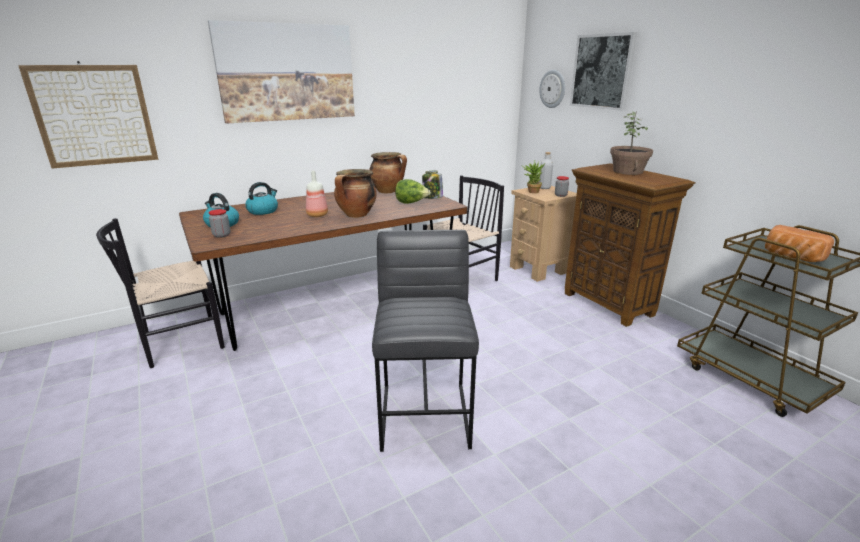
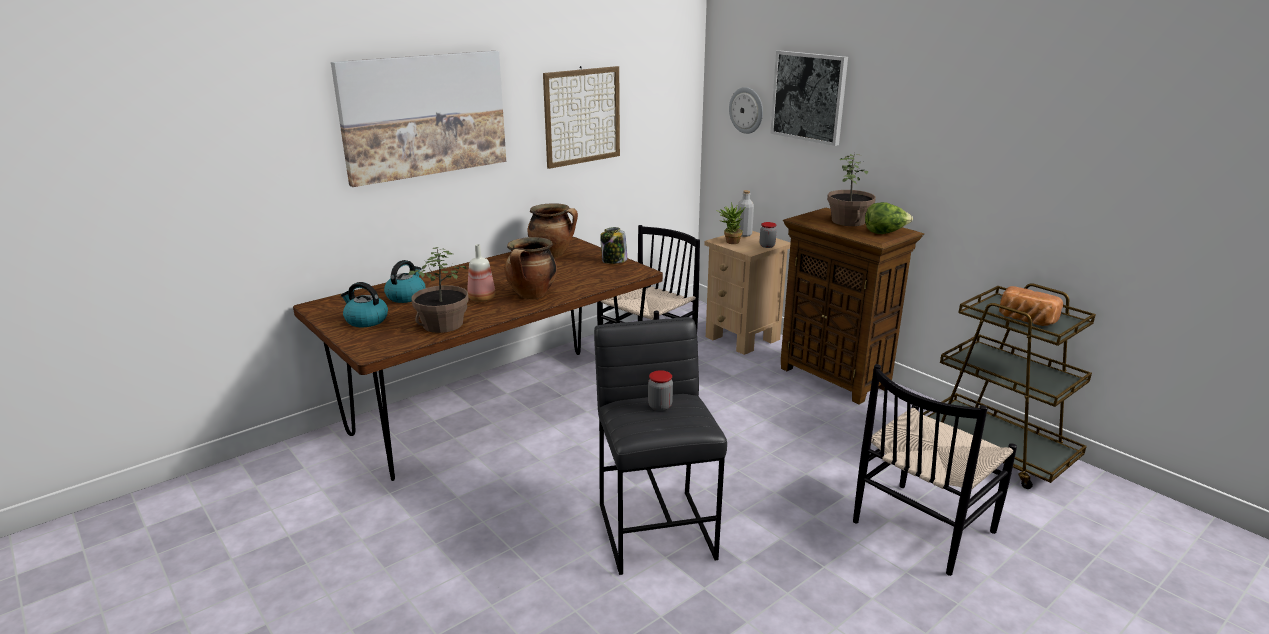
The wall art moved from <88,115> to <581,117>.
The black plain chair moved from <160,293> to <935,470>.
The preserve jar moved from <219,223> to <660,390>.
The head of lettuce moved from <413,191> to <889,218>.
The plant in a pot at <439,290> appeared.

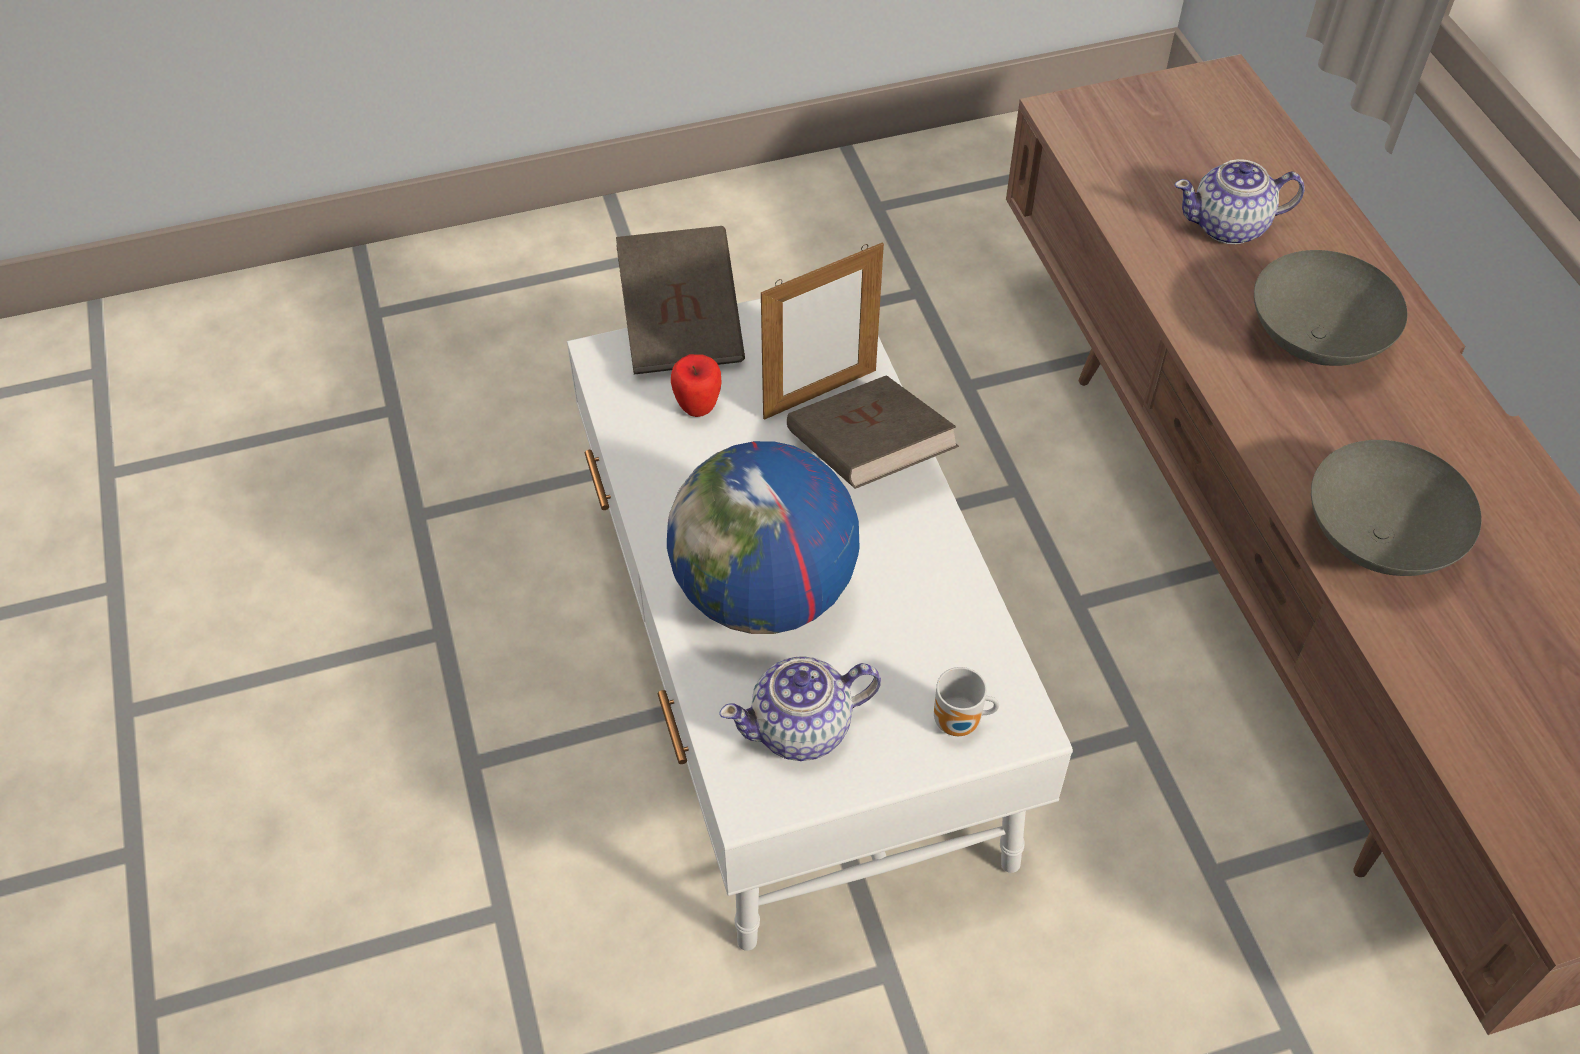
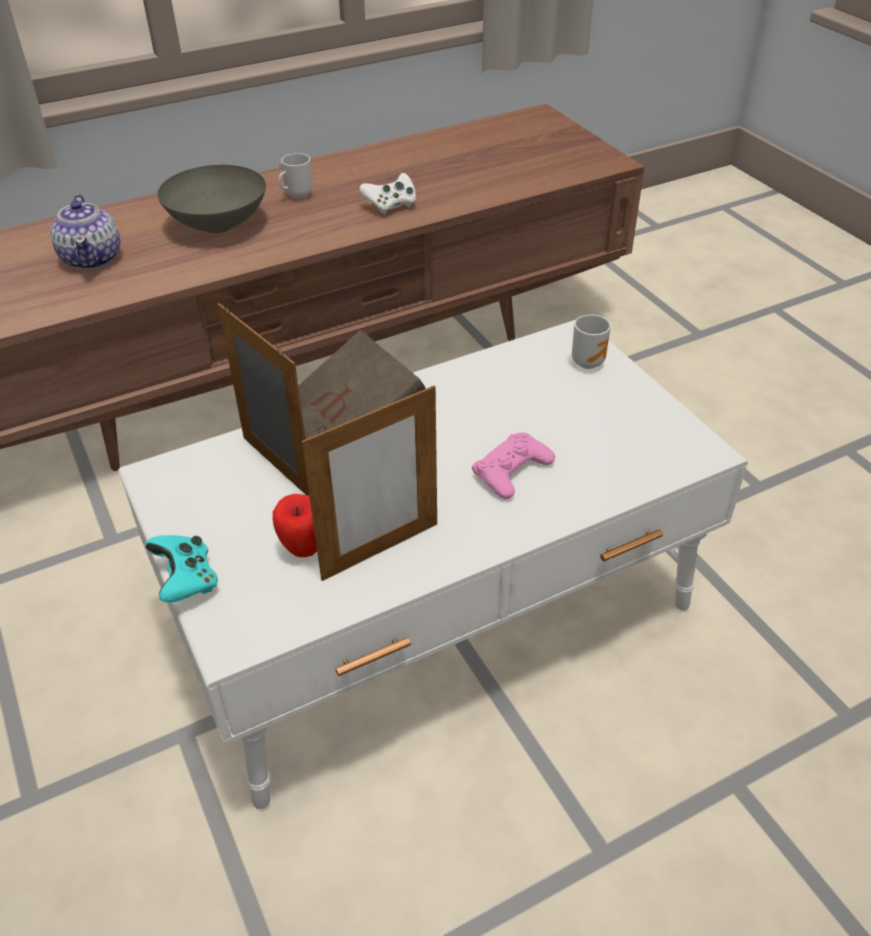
The brownish volume at <680,300> was replaced by the turquoise gamepad at <181,569>.
The desk globe at <763,537> was replaced by the pinkish gamepad at <513,465>.
The tea pot at <800,708> disappeared.
The greyish bowl at <1396,508> was replaced by the white-coloured gamepad at <387,194>.
The mug at <295,176> appeared.
The standing frame at <369,483> appeared.

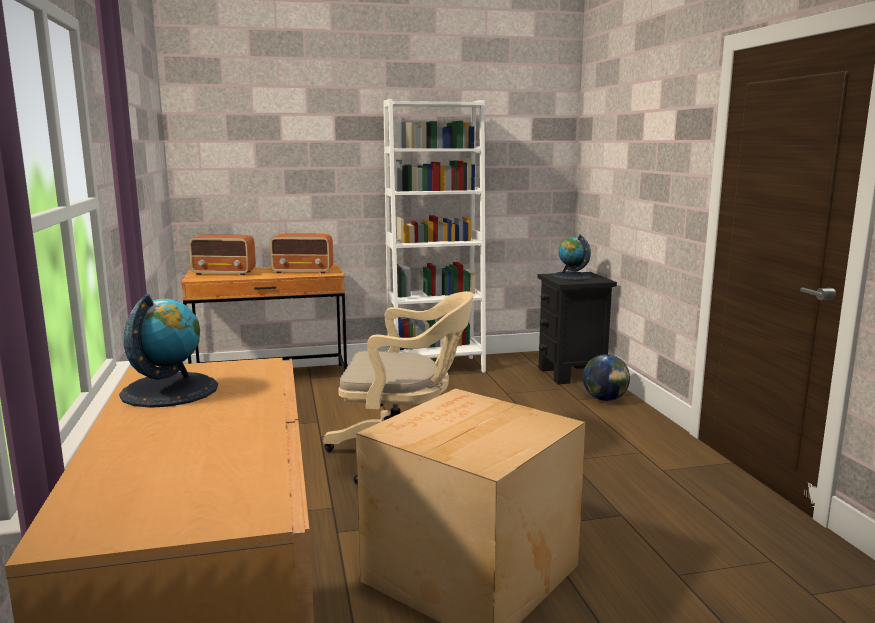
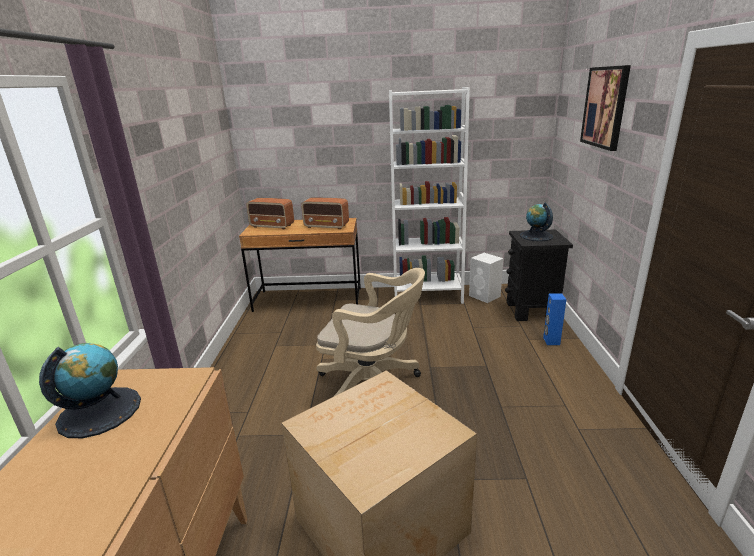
The desk globe at <606,377> was replaced by the blue-coloured audio speaker at <554,319>.
The white-coloured audio speaker at <486,278> appeared.
The wall art at <605,108> appeared.

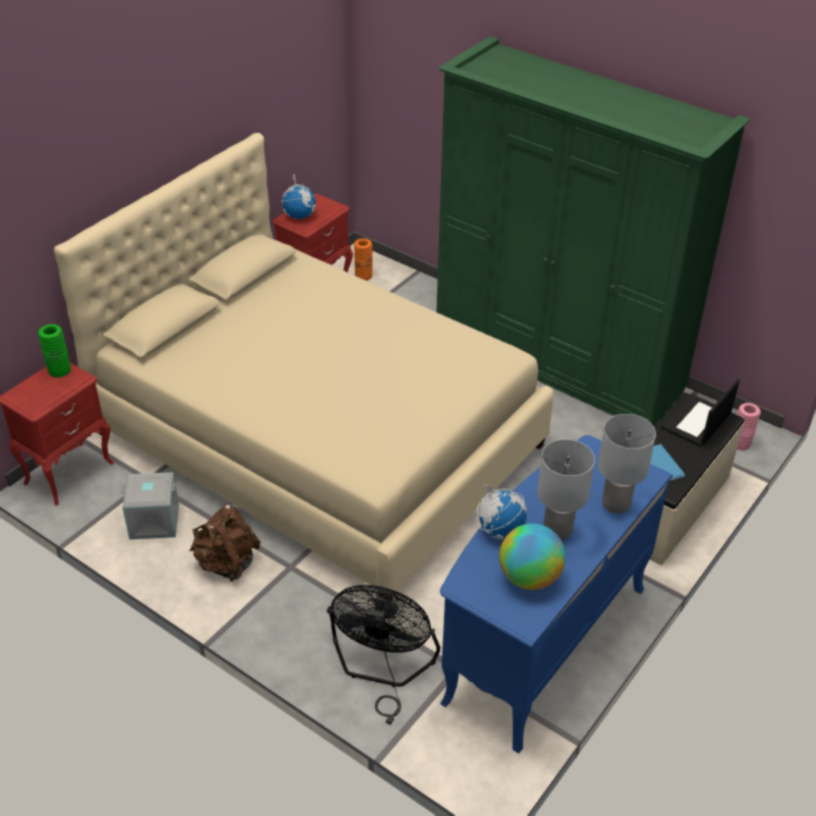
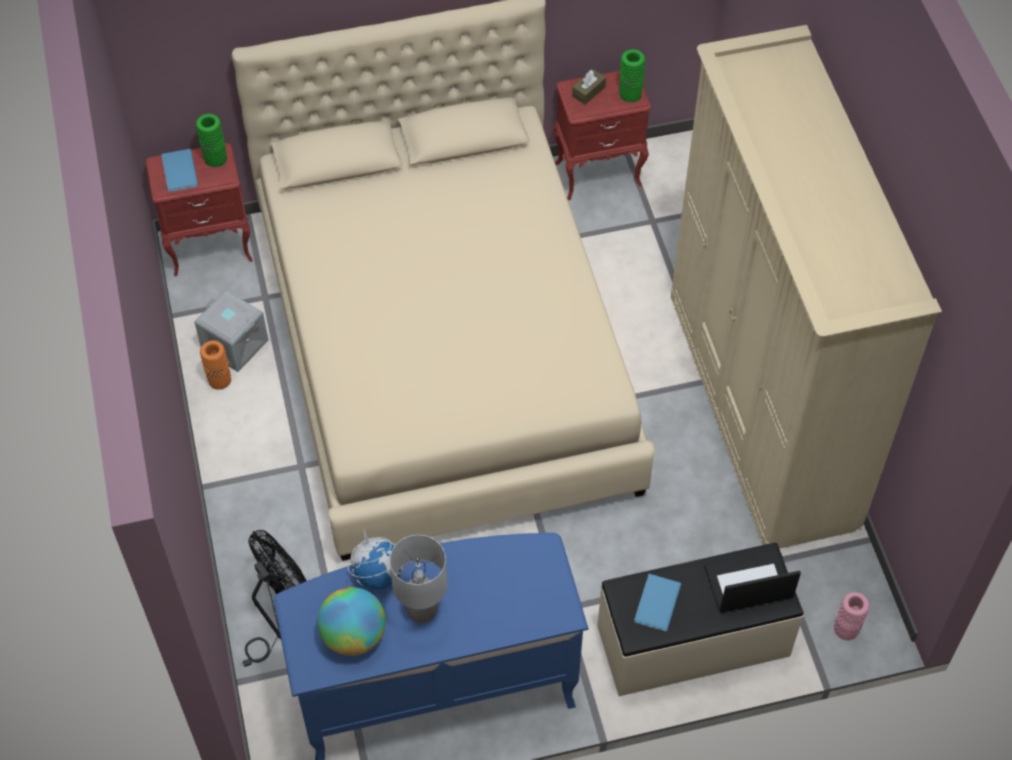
The brownish backpack at <225,543> disappeared.
The desk globe at <298,196> was replaced by the brownish tissue box at <589,87>.
The orangey decorative vase moved from <363,259> to <215,365>.
The green armoire at <593,231> became the beige-coloured armoire at <806,287>.
The greyish table lamp at <627,464> disappeared.
The blue-coloured volume at <180,170> appeared.
The green decorative vase at <632,76> appeared.

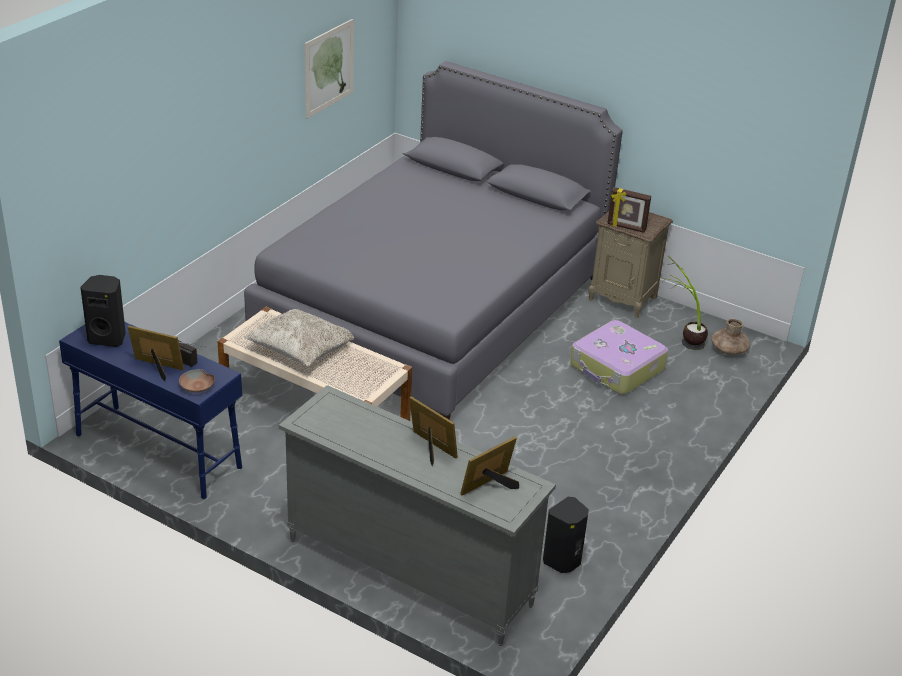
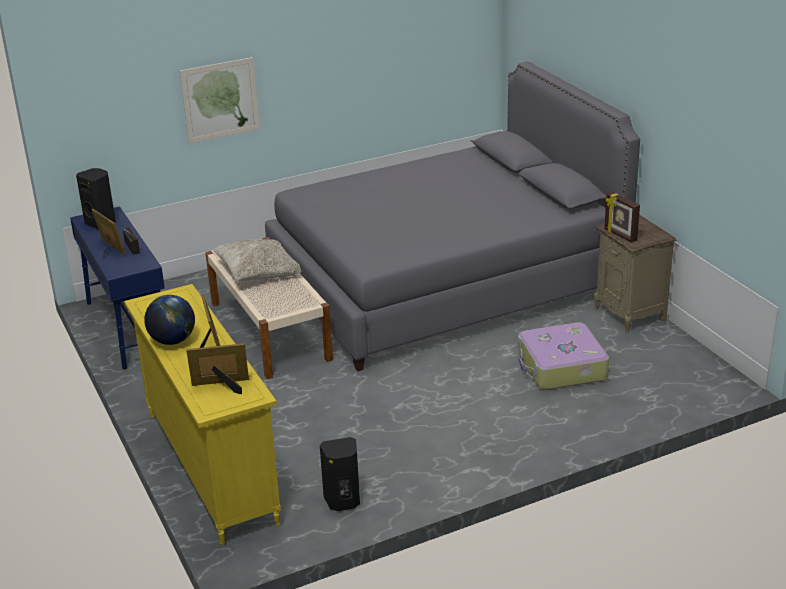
The brownish bowl at <197,381> disappeared.
The greyish dresser at <417,515> became the yellow dresser at <202,414>.
The wall art moved from <329,69> to <220,100>.
The plant in a pot at <686,303> disappeared.
The brownish decorative vase at <730,337> disappeared.
The desk globe at <169,320> appeared.

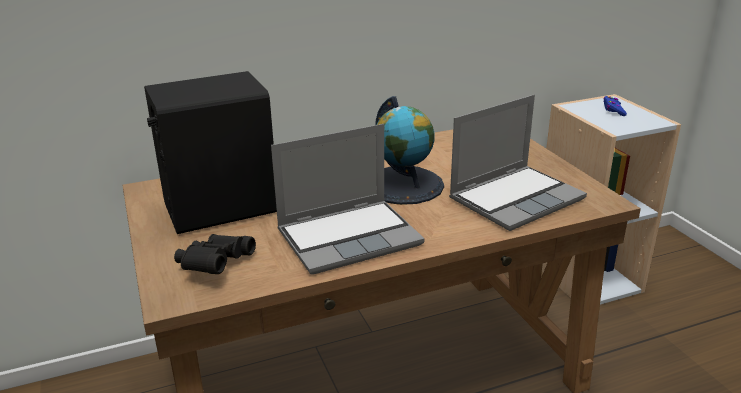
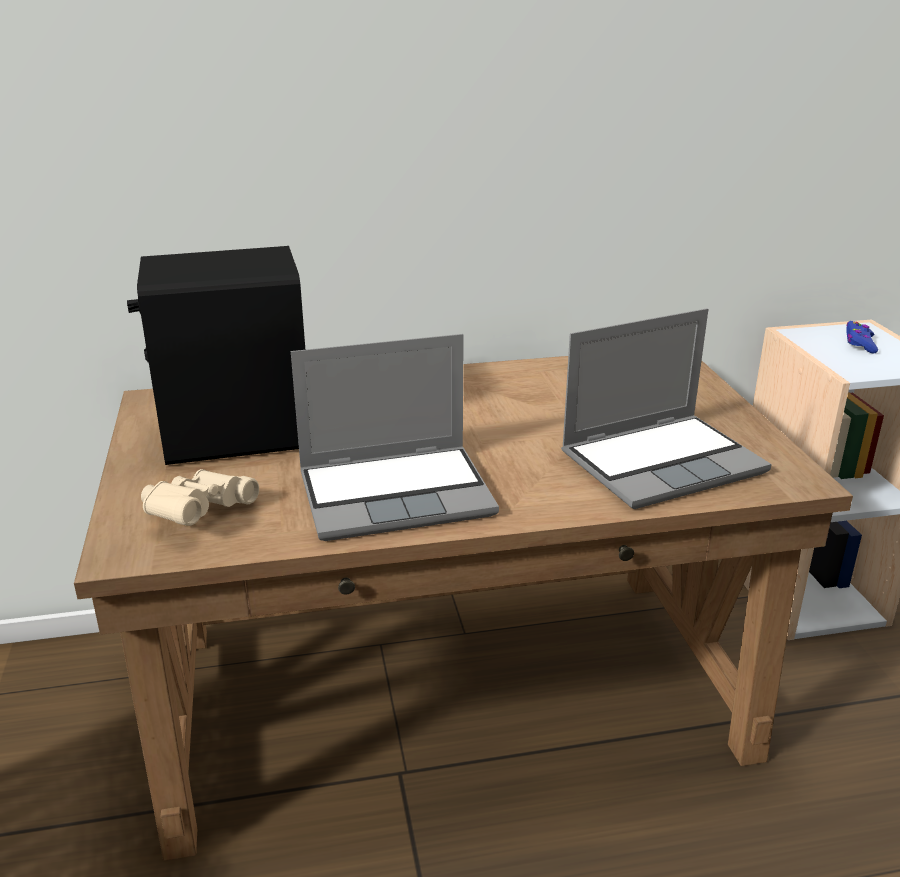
The black pair of binoculars at <215,254> became the beige-coloured pair of binoculars at <200,497>.
The desk globe at <409,150> disappeared.

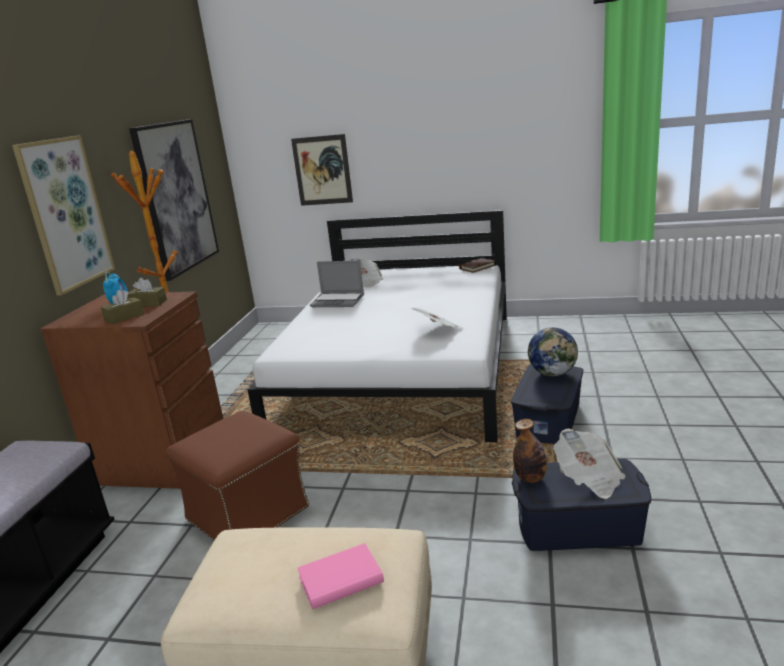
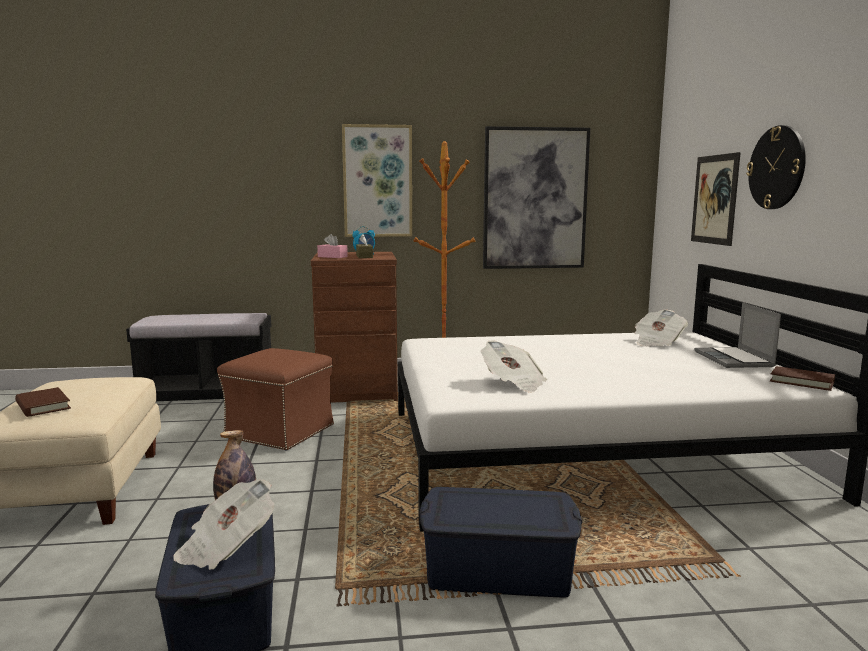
The brownish tissue box at <123,307> became the pinkish tissue box at <332,246>.
The pinkish volume at <341,576> became the brownish volume at <43,402>.
The notebook computer moved from <337,283> to <738,335>.
The desk globe at <553,351> disappeared.
The hanging clock at <776,167> appeared.

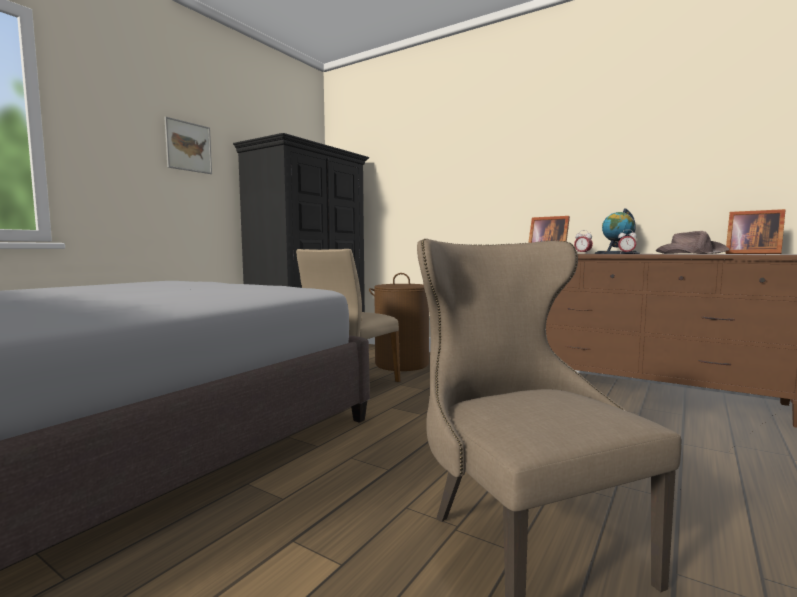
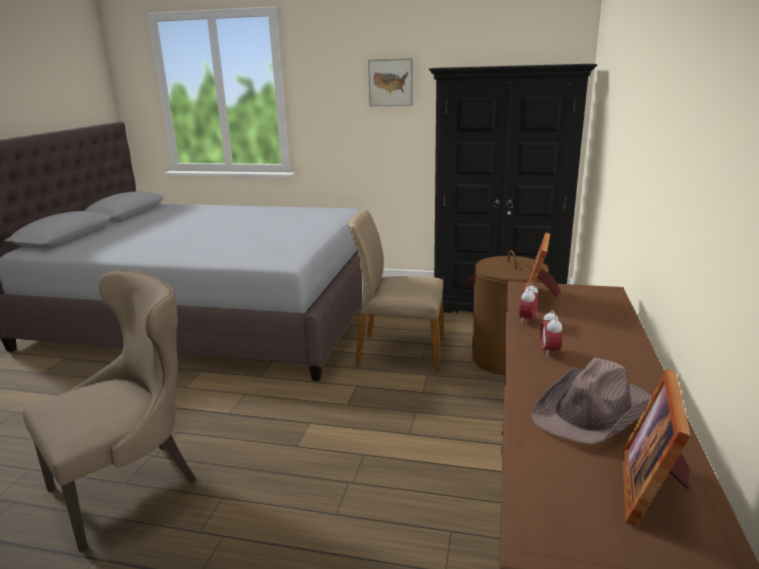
The desk globe at <617,231> disappeared.

